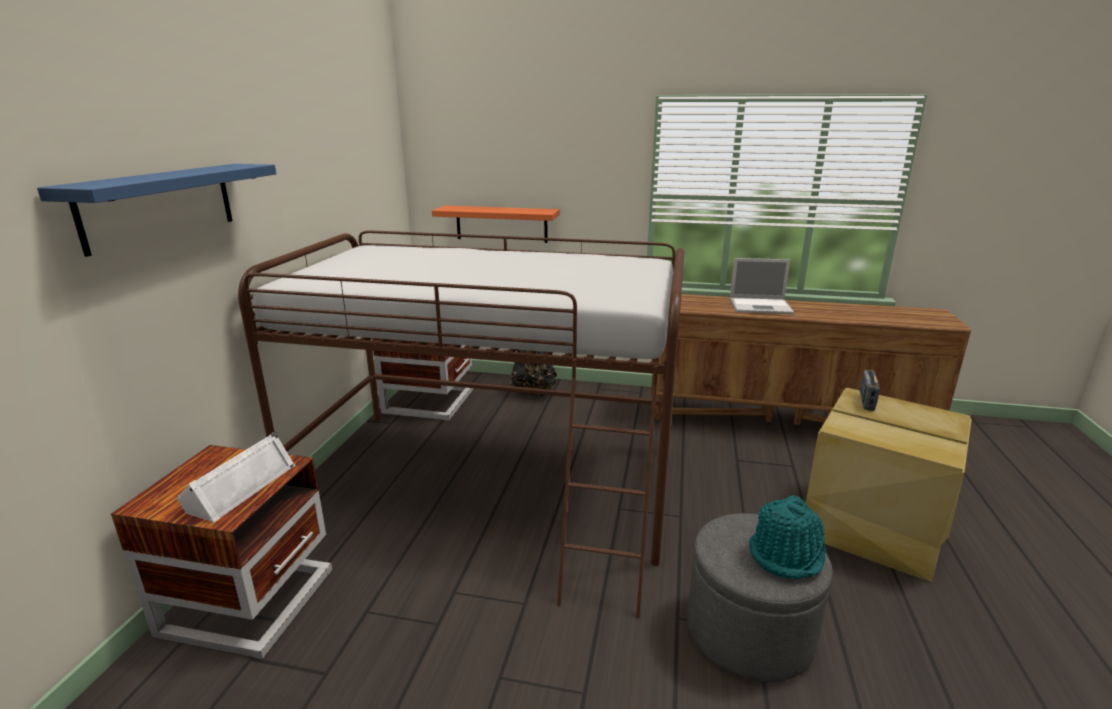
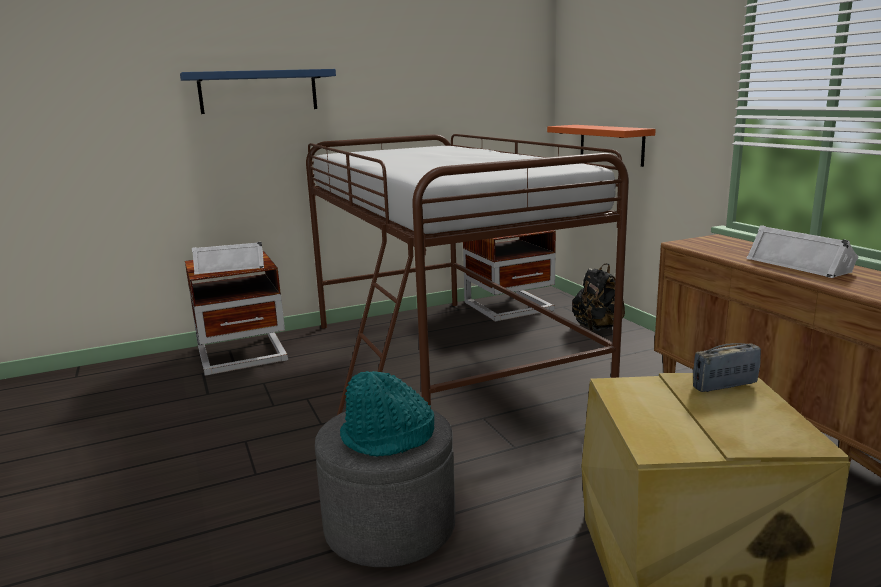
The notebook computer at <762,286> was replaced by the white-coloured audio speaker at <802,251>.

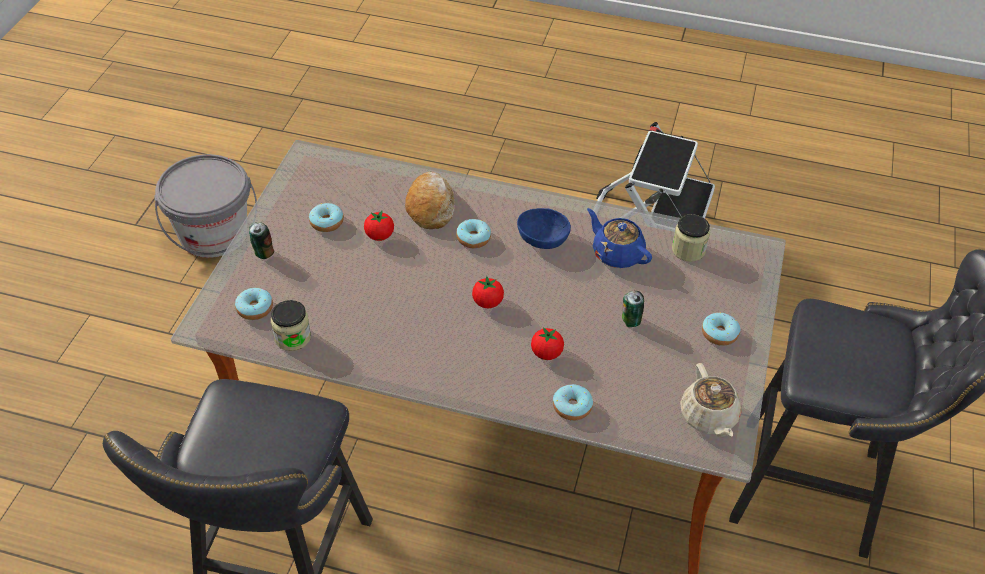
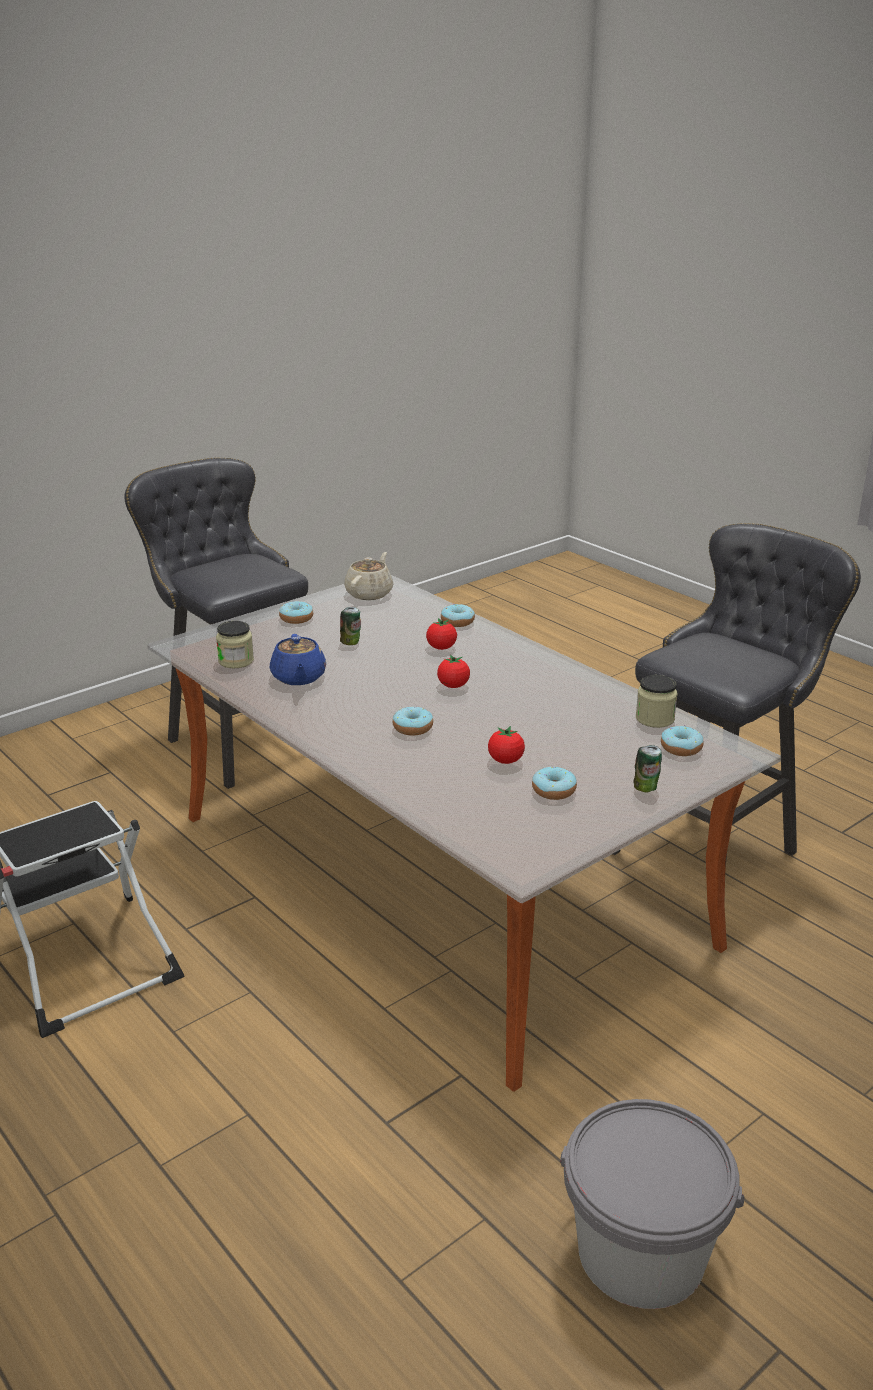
The bread at <430,200> disappeared.
The blue-coloured bowl at <544,228> disappeared.

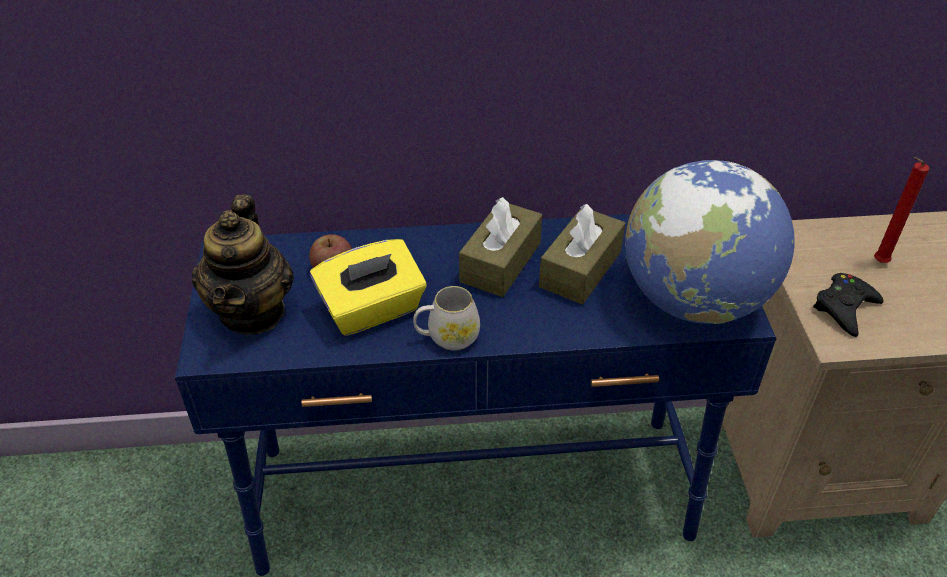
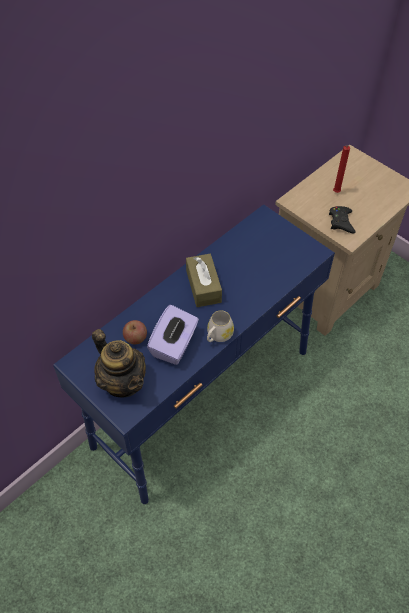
The yellow tissue box at <368,287> became the purple-coloured tissue box at <173,335>.
The brownish tissue box at <582,254> disappeared.
The desk globe at <709,242> disappeared.

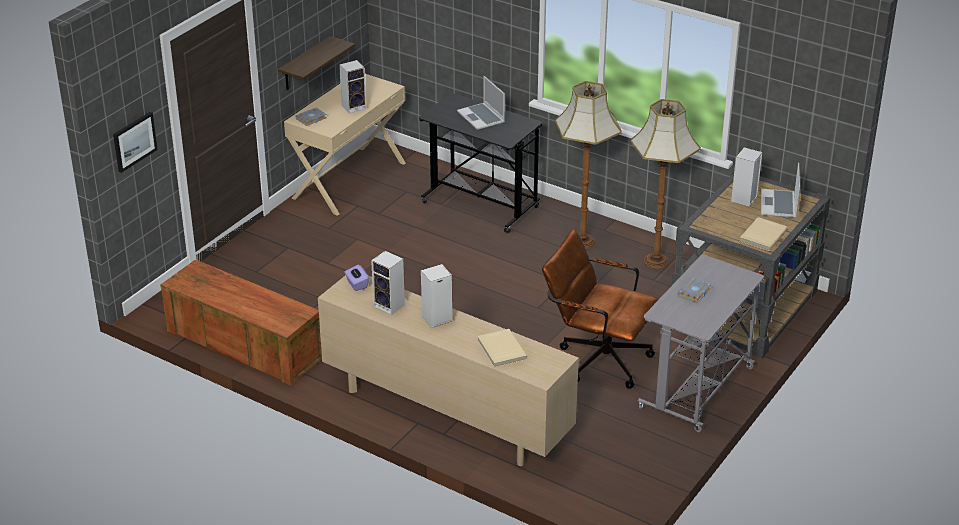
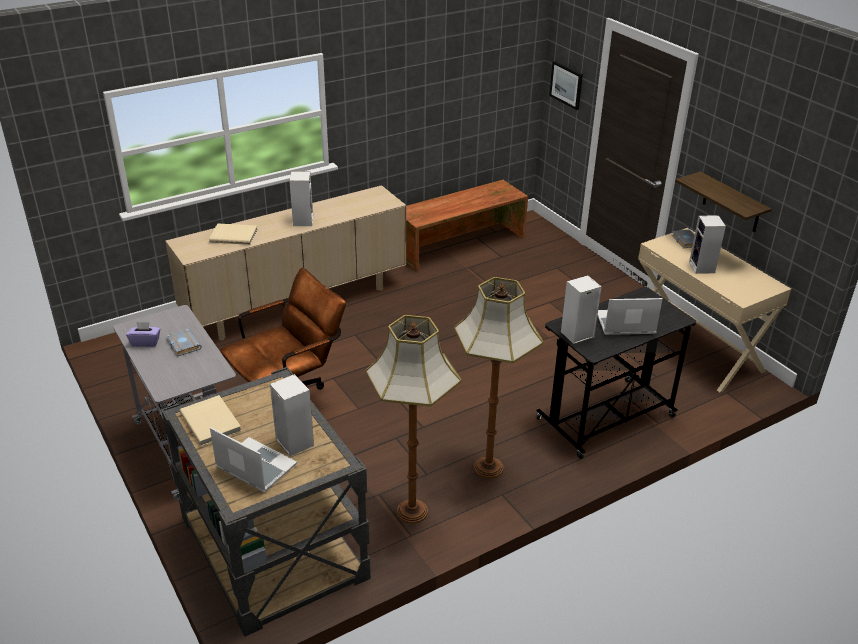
The purple-coloured tissue box moved from <357,278> to <143,334>.
The audio speaker moved from <388,283> to <581,309>.

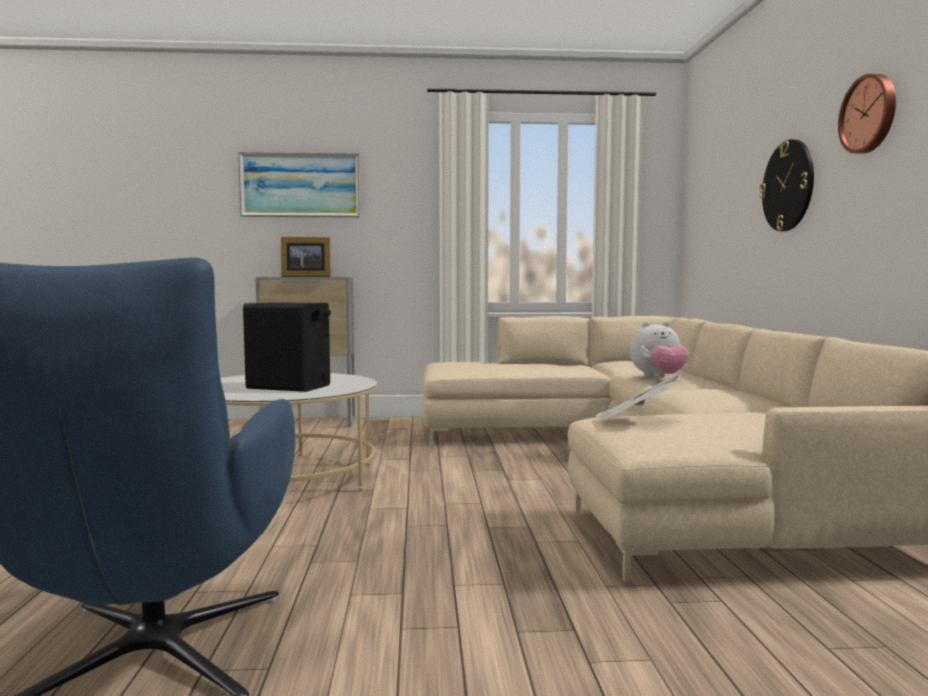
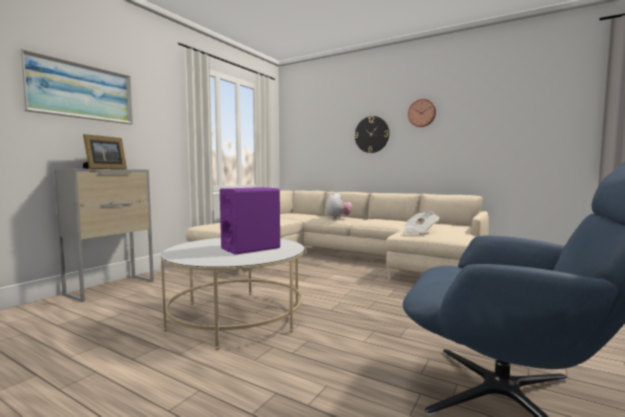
The black audio speaker at <287,347> became the purple-coloured audio speaker at <250,221>.

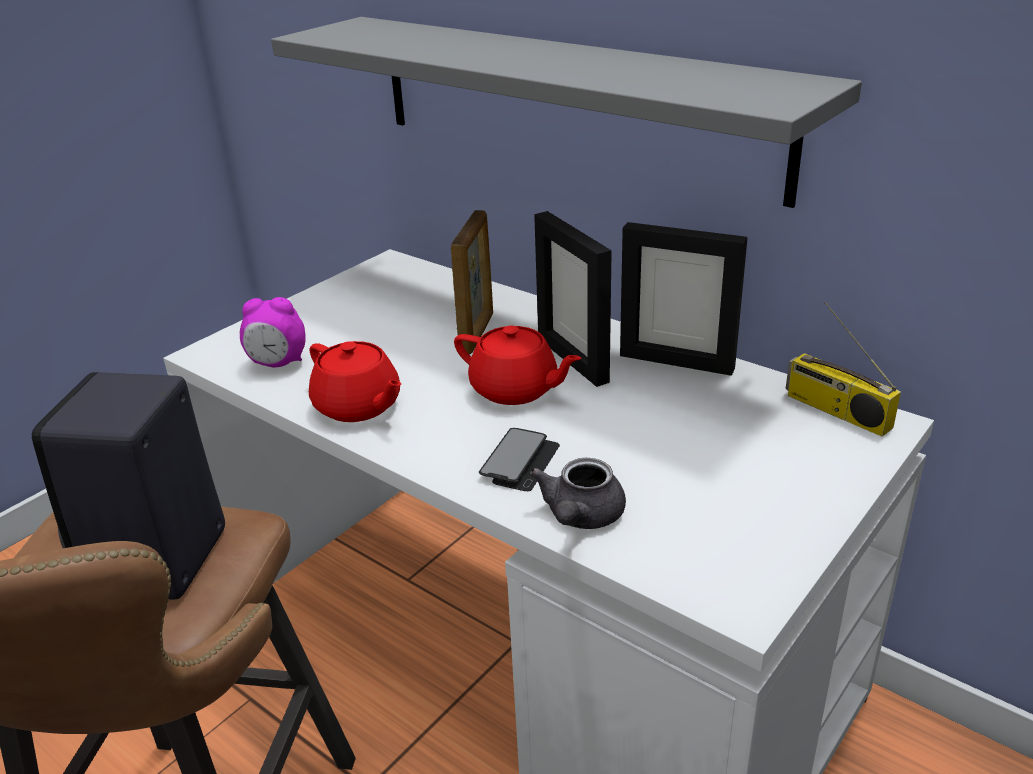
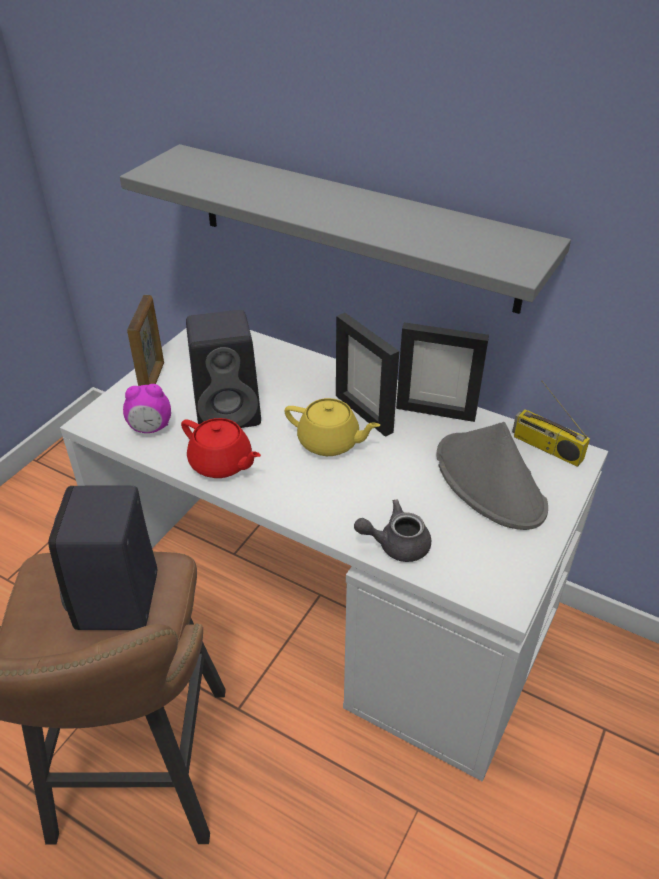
The standing frame moved from <472,282> to <145,340>.
The red-coloured tea pot at <518,365> became the yellow tea pot at <332,427>.
The handset at <519,459> disappeared.
The greyish tea pot at <578,493> turned 75 degrees clockwise.
The black audio speaker at <223,369> appeared.
The greyish clothing hat at <492,476> appeared.

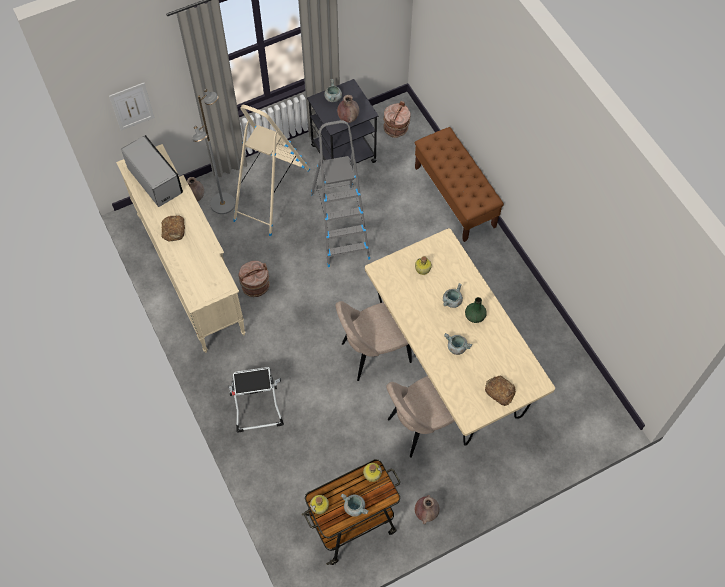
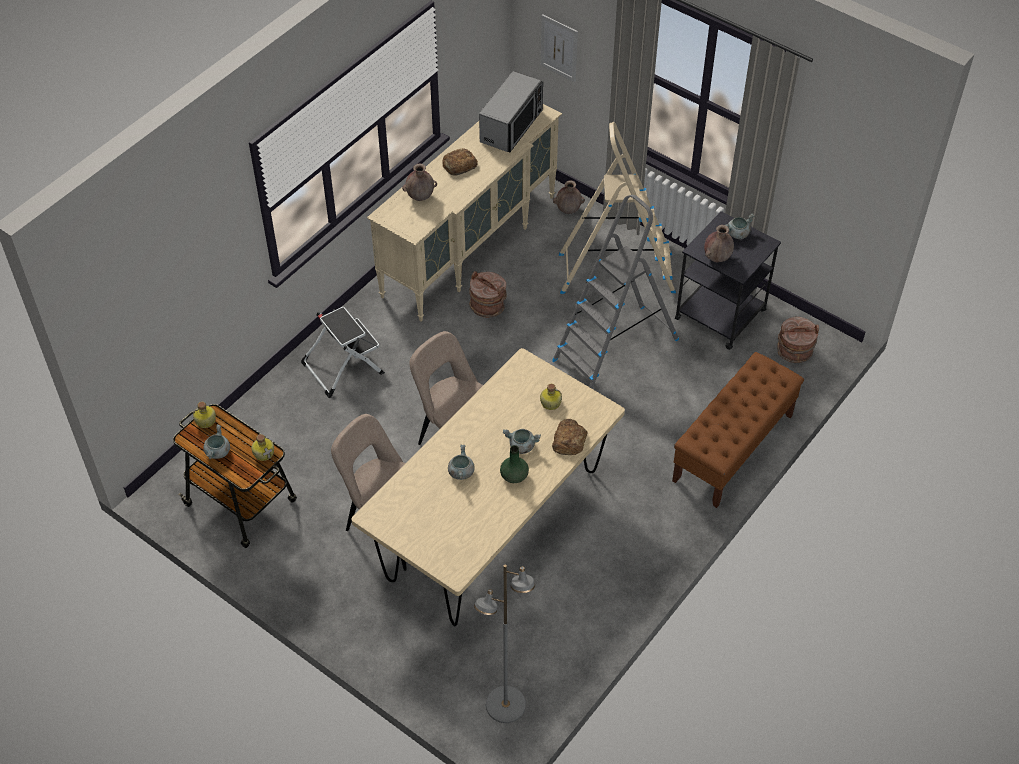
The greyish floor lamp moved from <214,151> to <504,644>.
The brownish decorative vase moved from <427,509> to <419,182>.
The bread moved from <500,391> to <570,437>.

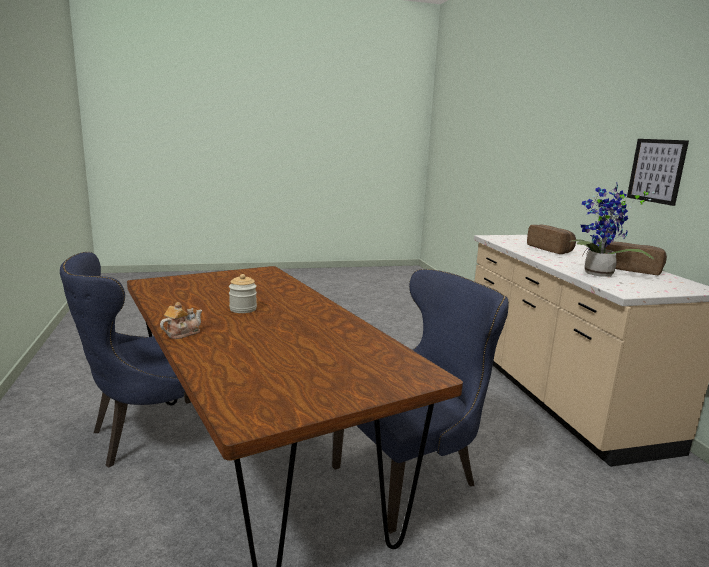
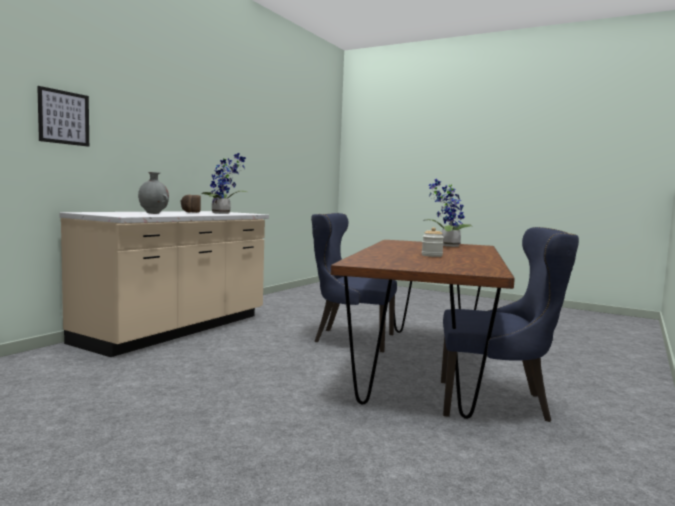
The tea pot at <181,320> disappeared.
The bread at <551,239> was replaced by the greyish decorative vase at <153,193>.
The wall art moved from <658,172> to <63,116>.
The plant in a pot at <449,213> appeared.

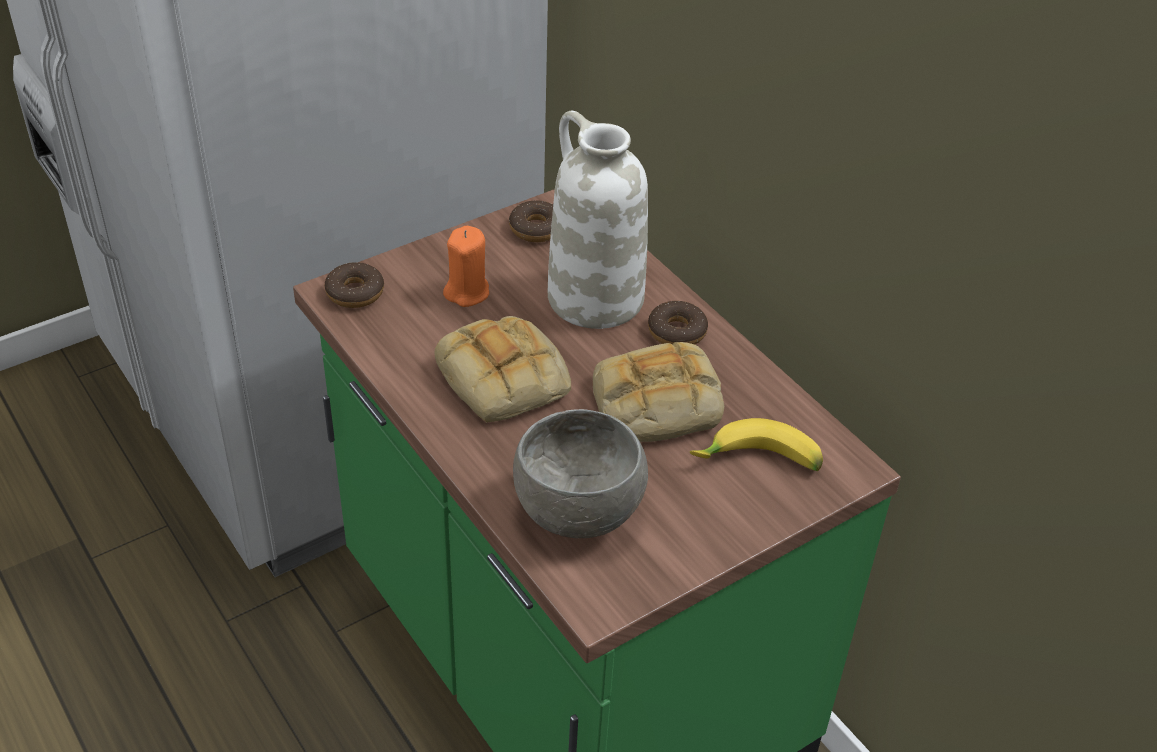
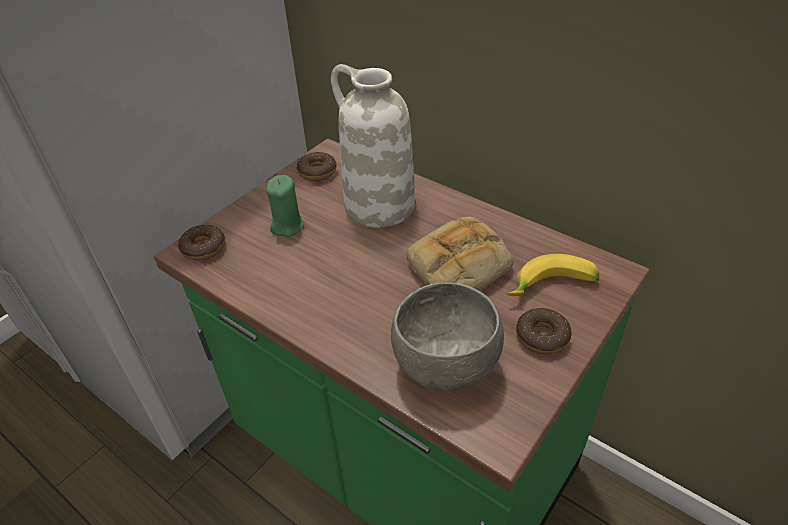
The bread at <502,369> disappeared.
The orangey wax candle at <466,266> became the green wax candle at <285,206>.
The doughnut moved from <678,323> to <543,331>.

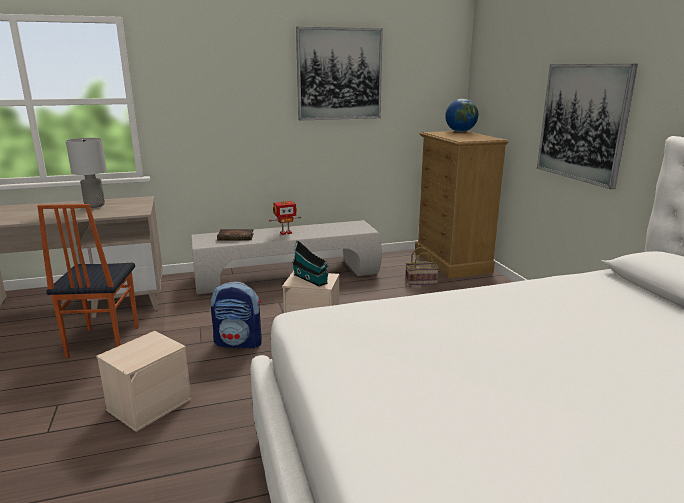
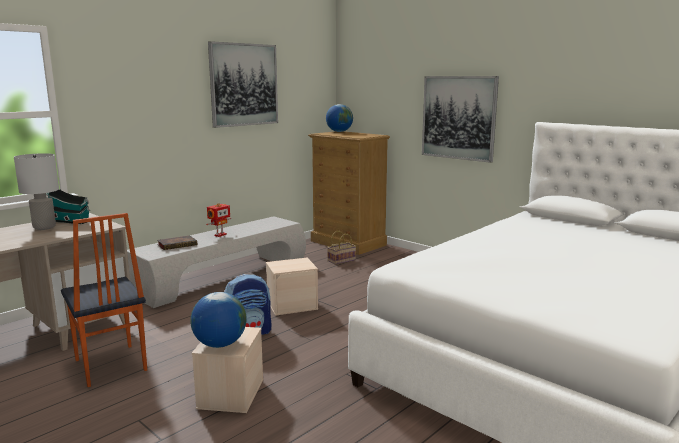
The miniature house moved from <310,263> to <68,206>.
The desk globe at <218,320> appeared.

